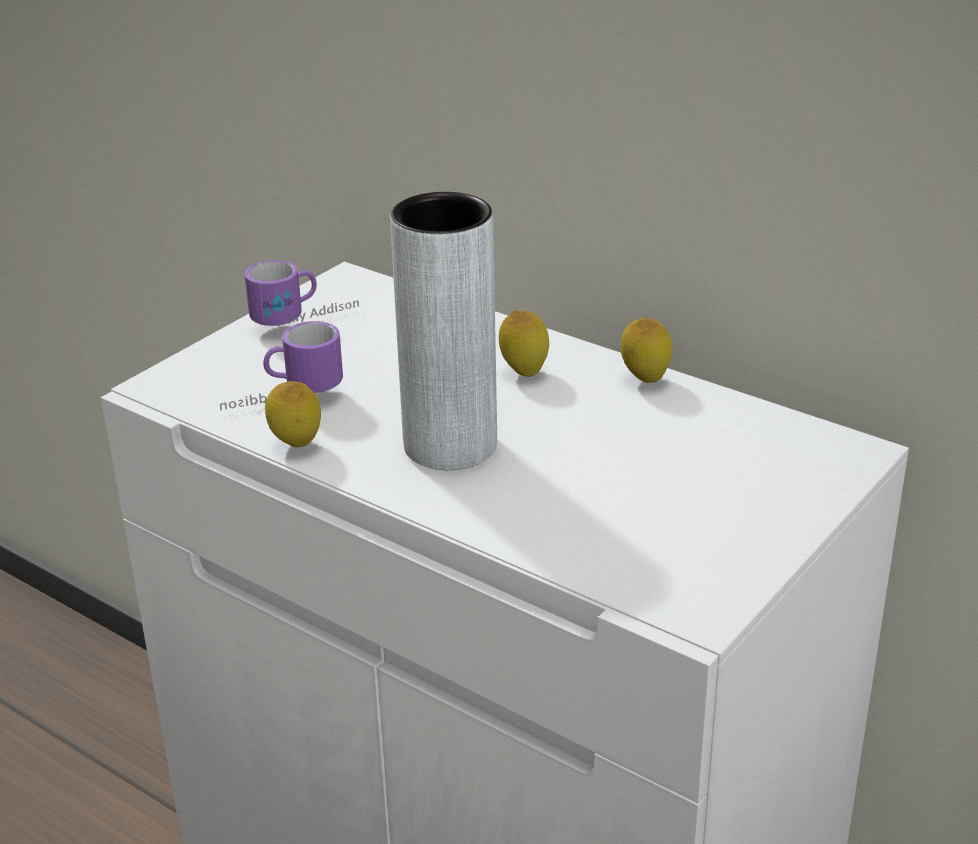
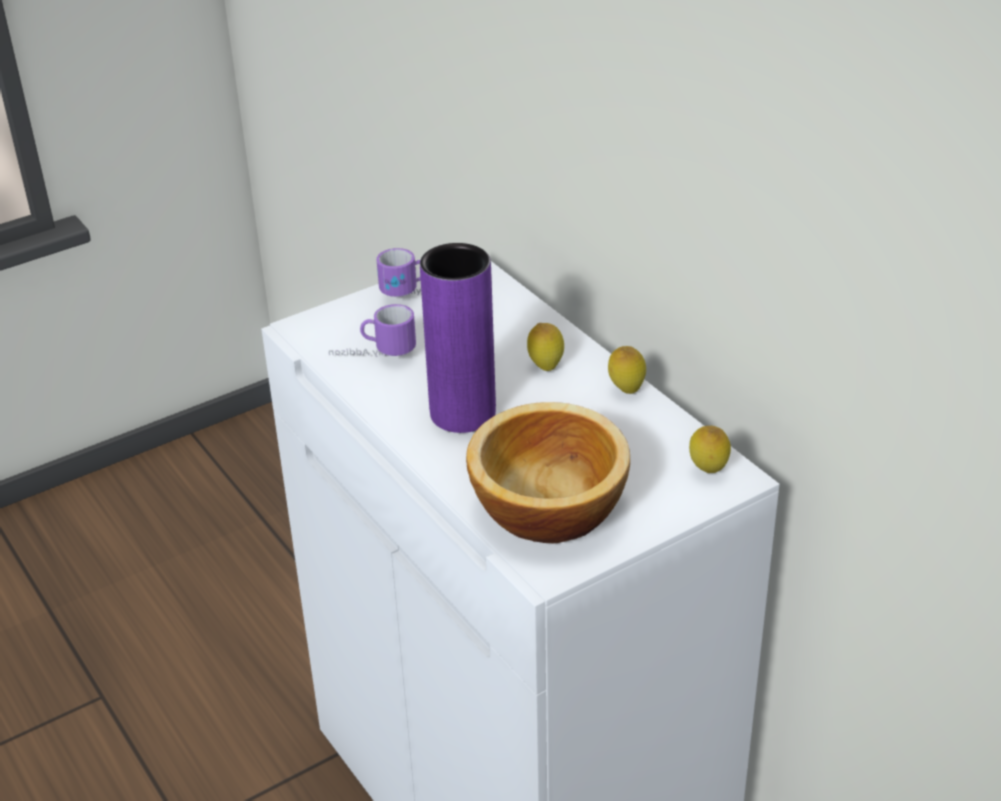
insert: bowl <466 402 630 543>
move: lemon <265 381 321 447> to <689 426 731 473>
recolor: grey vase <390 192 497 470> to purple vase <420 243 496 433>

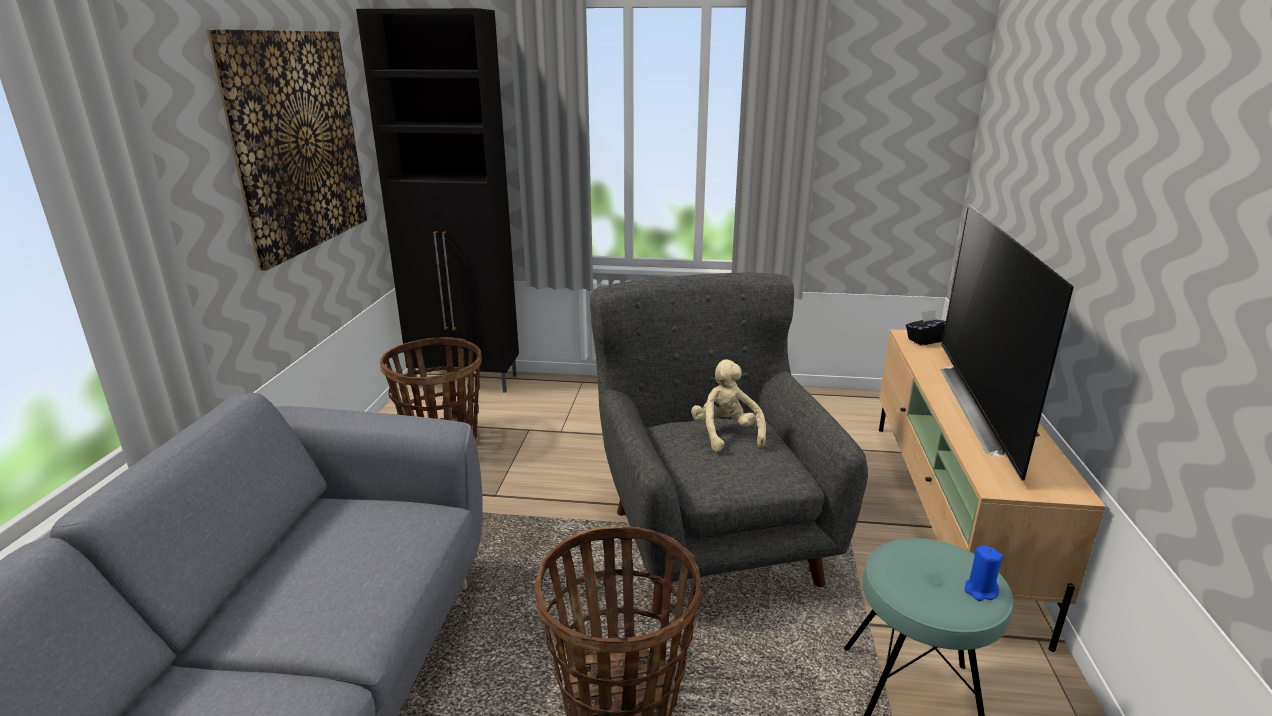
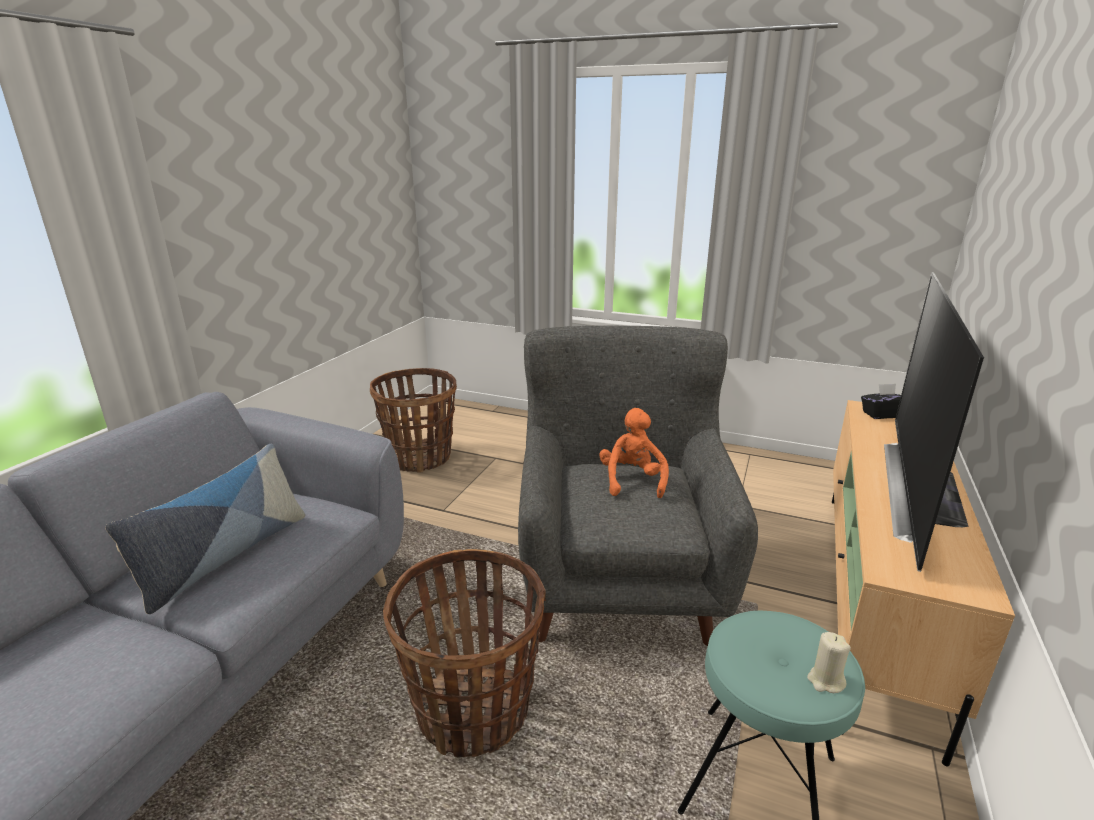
delete: picture <207 29 367 270>; black cabinet <356 8 519 393>
insert: pillow <105 444 305 614>
recolor: beige plush toy <691 360 766 452> to orange plush toy <599 408 669 498>; blue candle <965 546 1003 601> to beige candle <807 632 851 693>

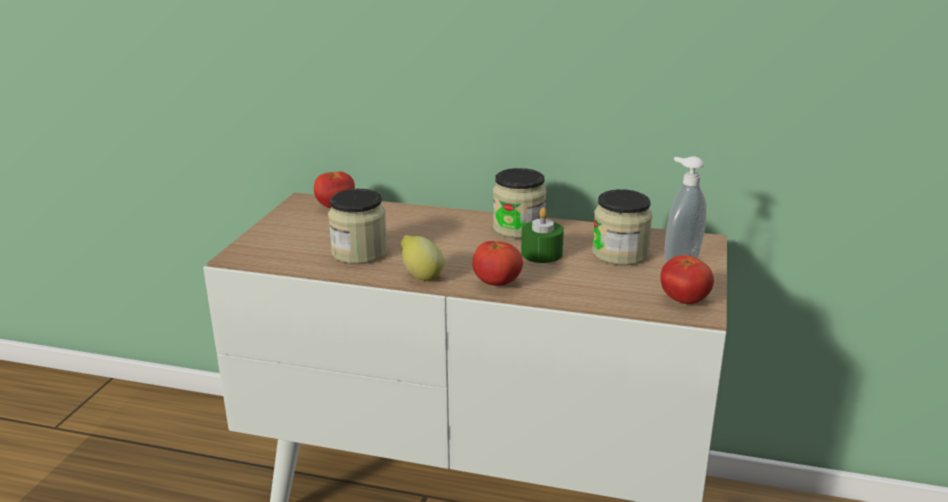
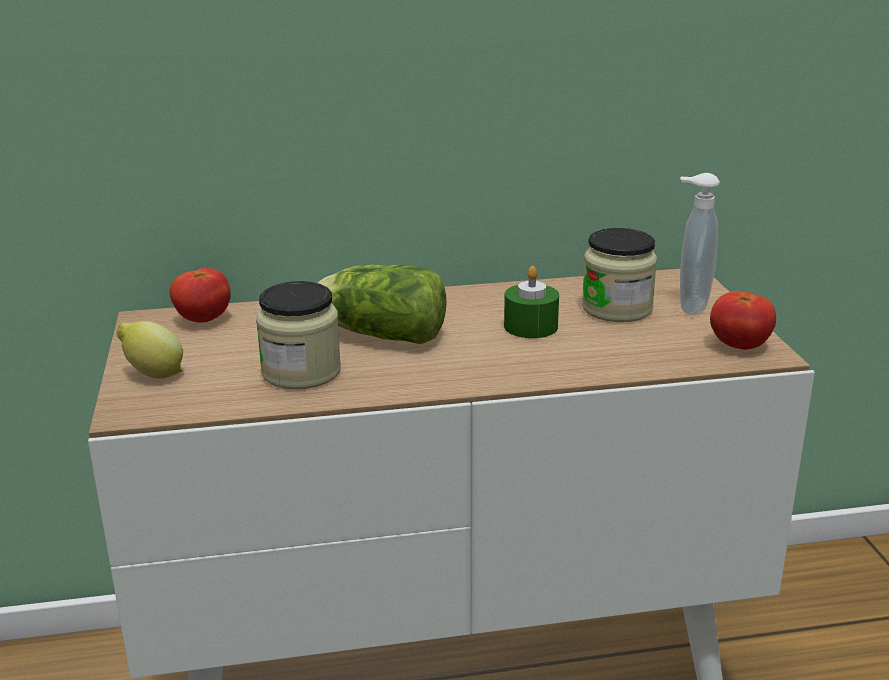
delete: tomato <472 241 523 286>; jar <493 168 546 239>
insert: lettuce <318 265 446 344>
move: lemon <401 235 444 281> to <117 321 183 379>

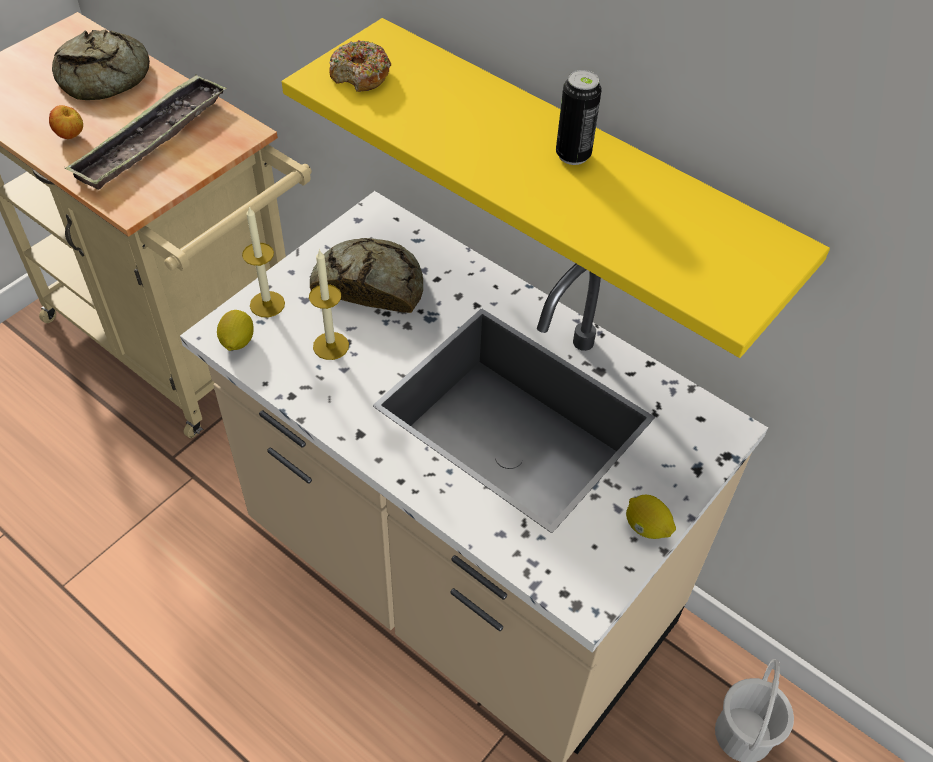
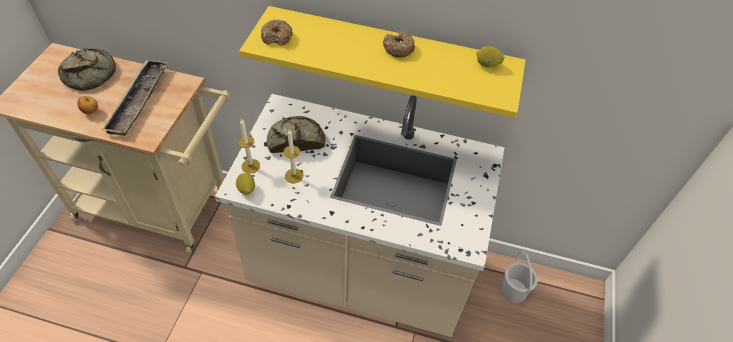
move: lemon <626 495 676 539> to <476 46 505 68>
replace: can <556 70 602 165> to donut <383 31 415 57>

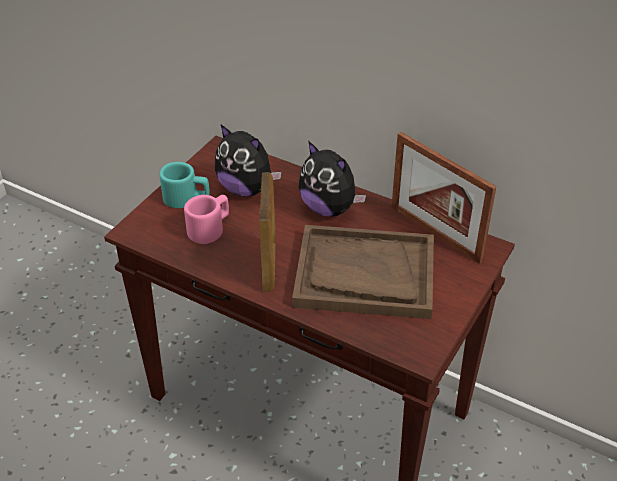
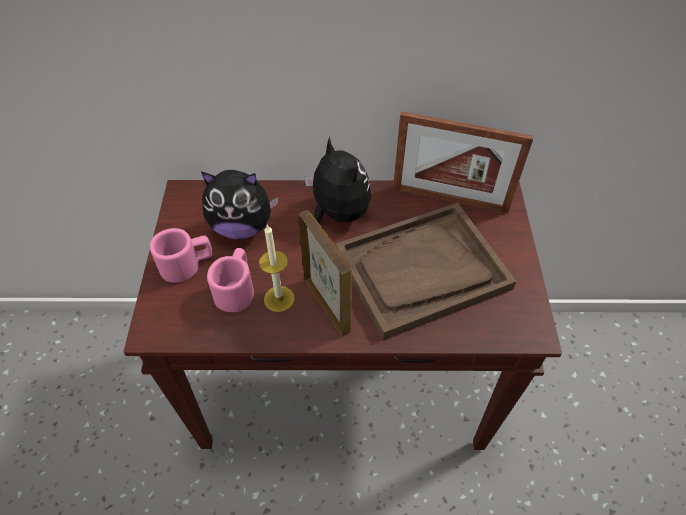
insert: candle <259 224 295 312>
recolor: turquoise mug <160 162 209 208> to pink mug <150 228 213 283>
rotate: plush toy <299 142 366 217> = <305 137 371 224> 135 degrees counterclockwise

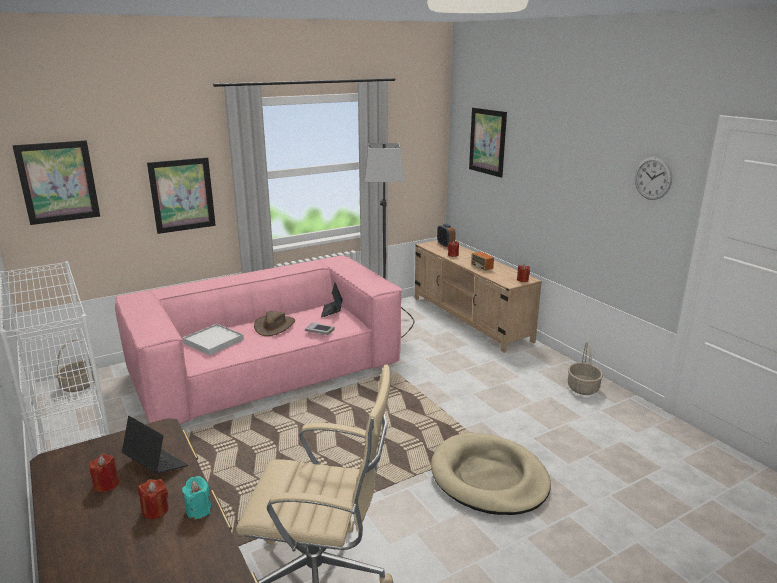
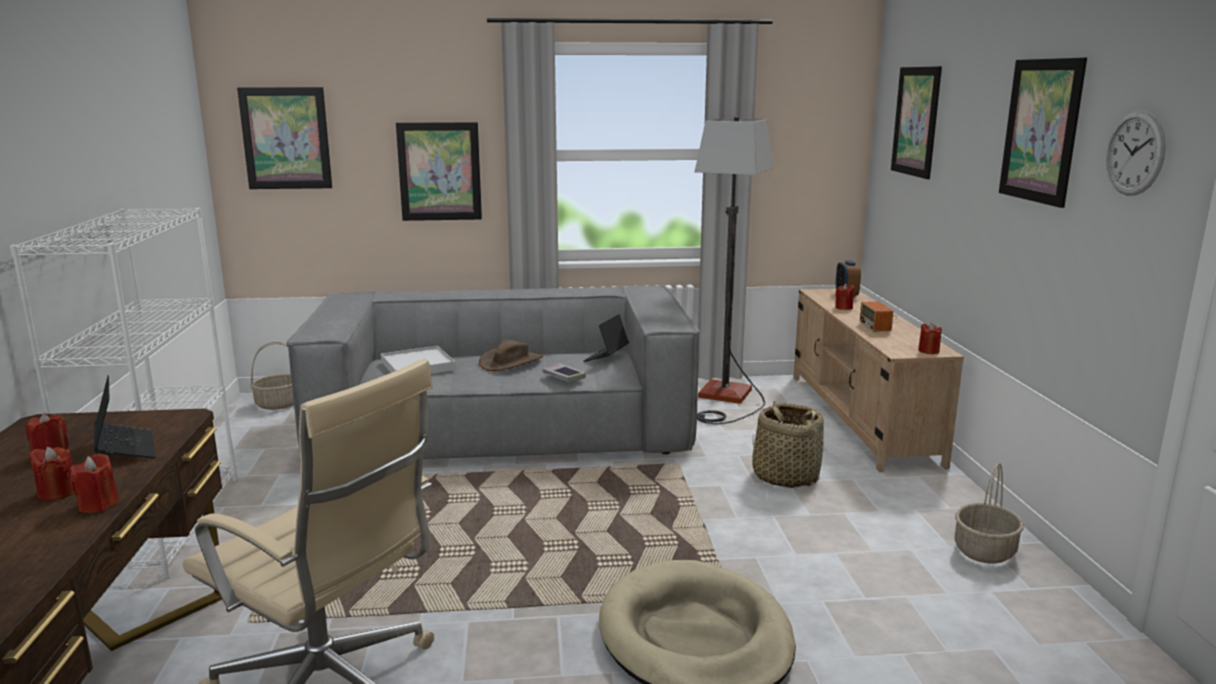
insert: basket <752 401 824 488>; picture <999 57 1087 208>
recolor: pink sofa <115 255 402 424> to grey sofa <286 285 700 459>; turquoise candle <182 476 212 519> to red candle <70 454 119 513>

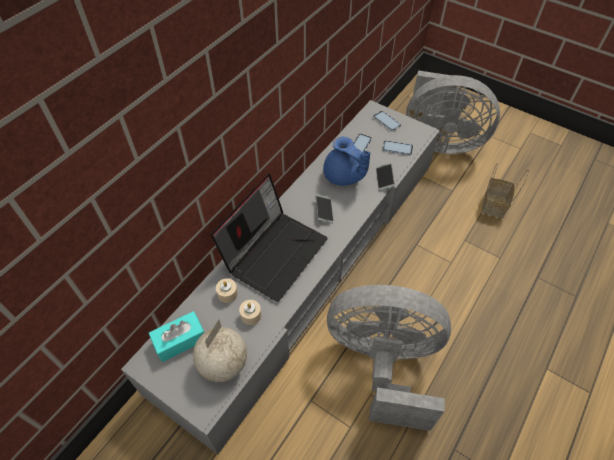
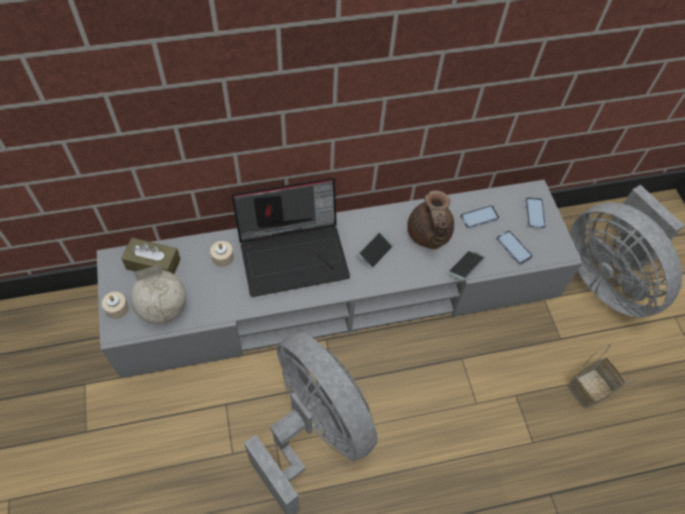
move: beige candle <239 300 261 325> to <102 292 129 319>
recolor: turquoise tissue box <149 311 204 362> to brown tissue box <121 238 181 274>; blue teapot <323 137 370 186> to brown teapot <407 190 454 249>

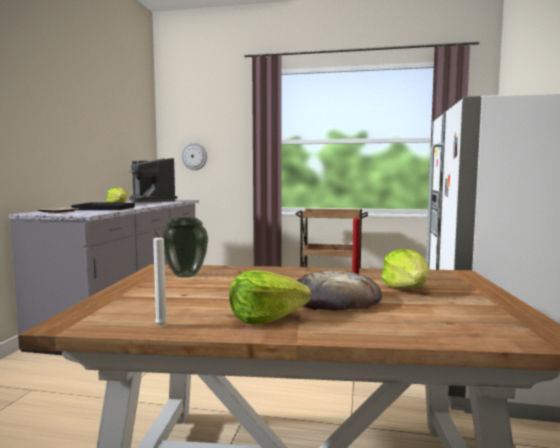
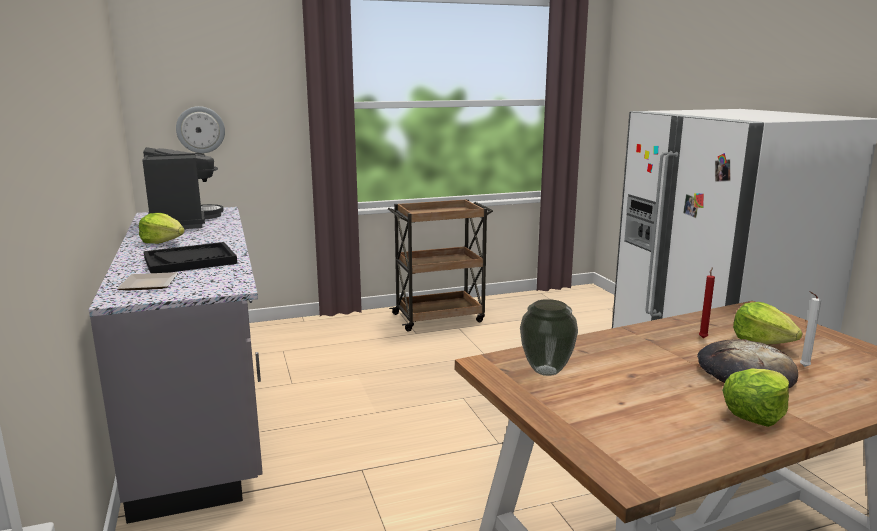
move: white candle <151 228 168 326> to <800 291 821 367>
rotate: coffee machine <129 158 177 203> = <142 147 224 229> 135 degrees counterclockwise

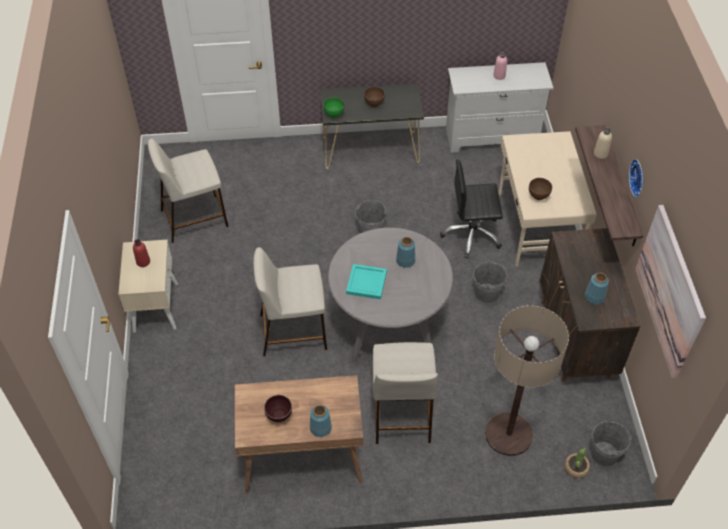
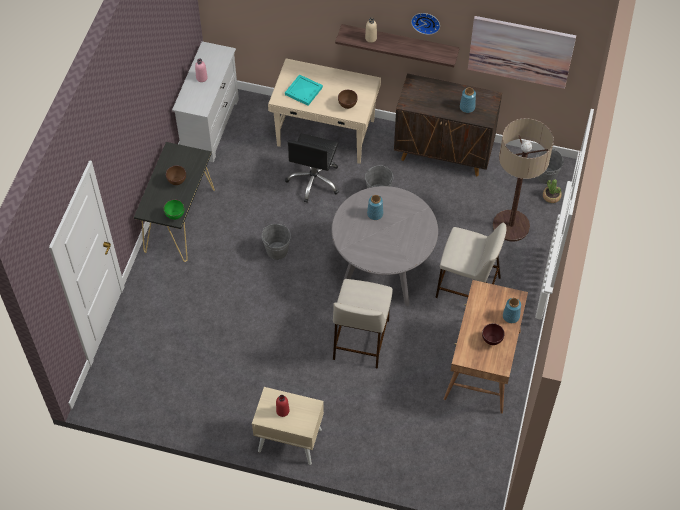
delete: beige stool <148 138 229 243>
move: turquoise tray <346 264 387 299> to <285 74 323 106>

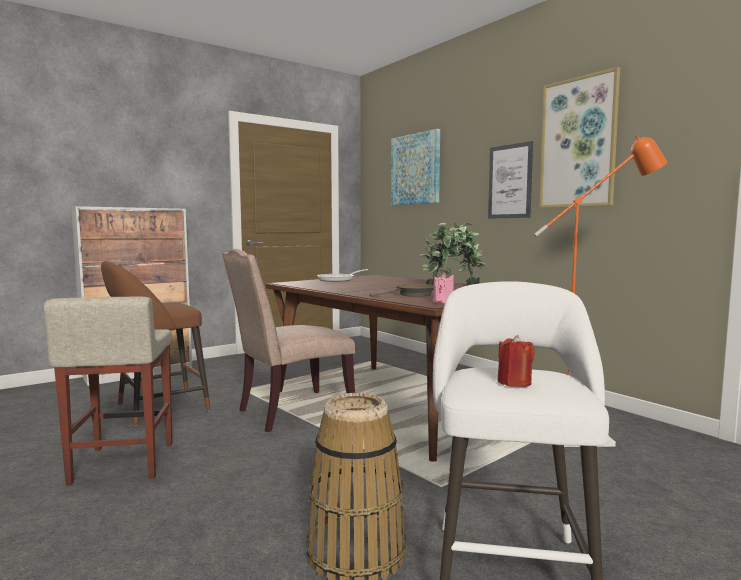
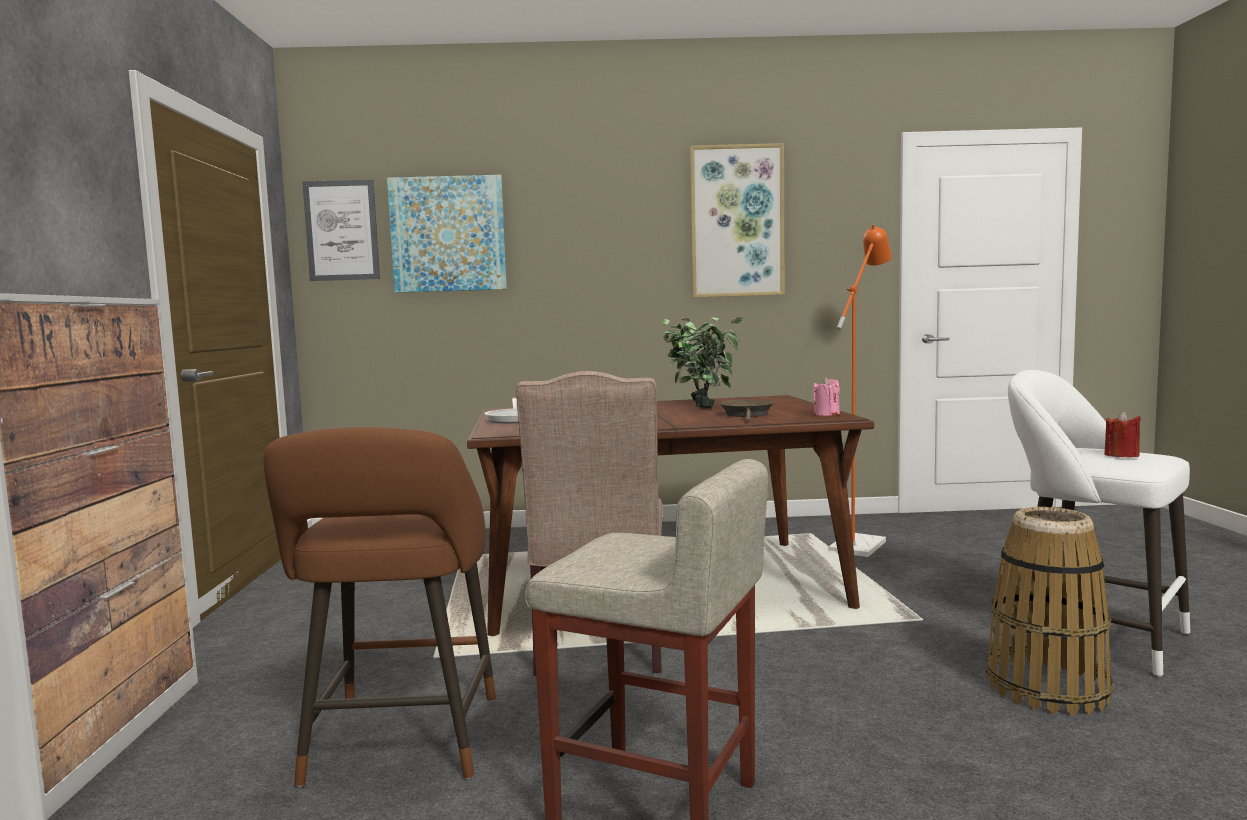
move: picture <488 141 533 219> to <302 180 380 281>

